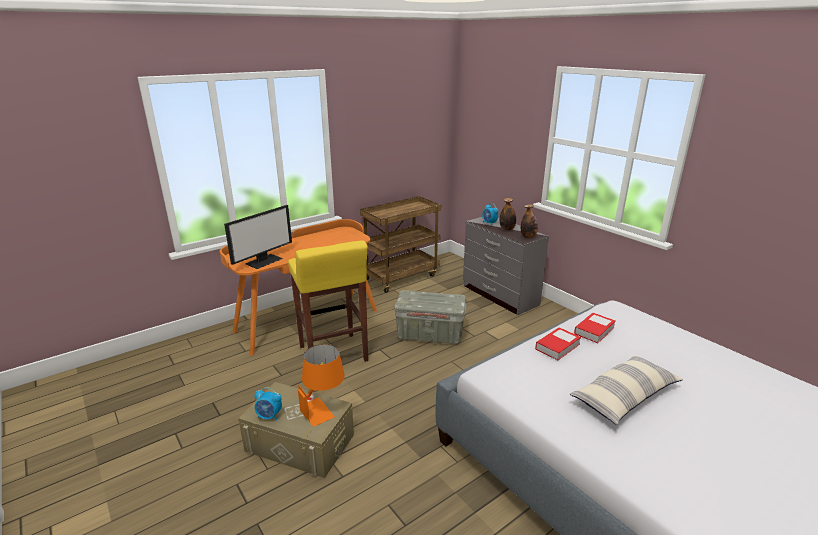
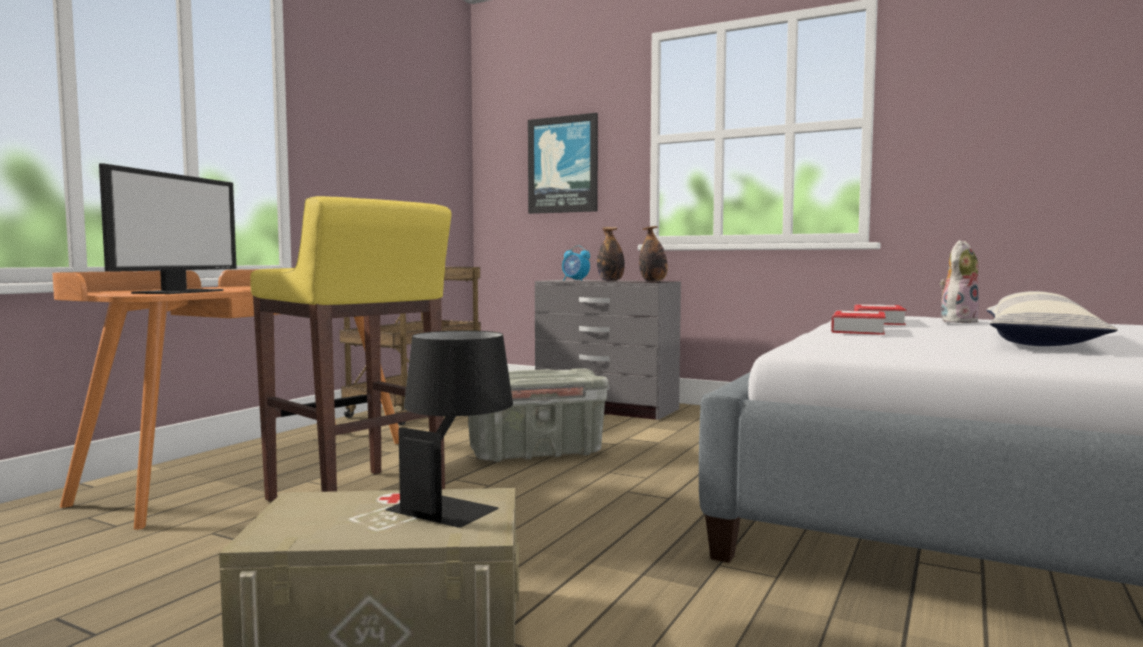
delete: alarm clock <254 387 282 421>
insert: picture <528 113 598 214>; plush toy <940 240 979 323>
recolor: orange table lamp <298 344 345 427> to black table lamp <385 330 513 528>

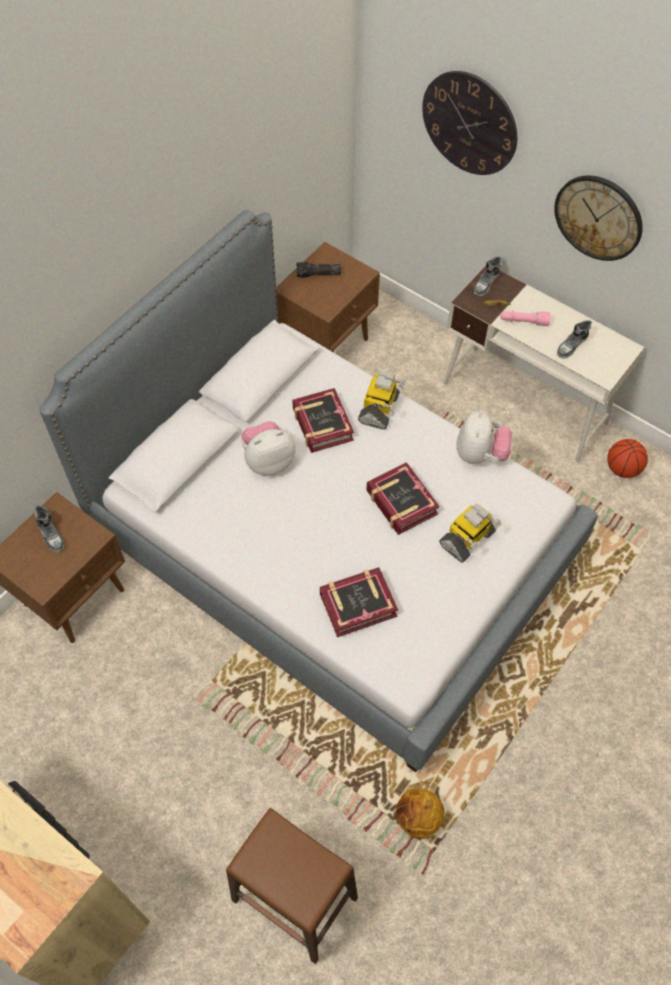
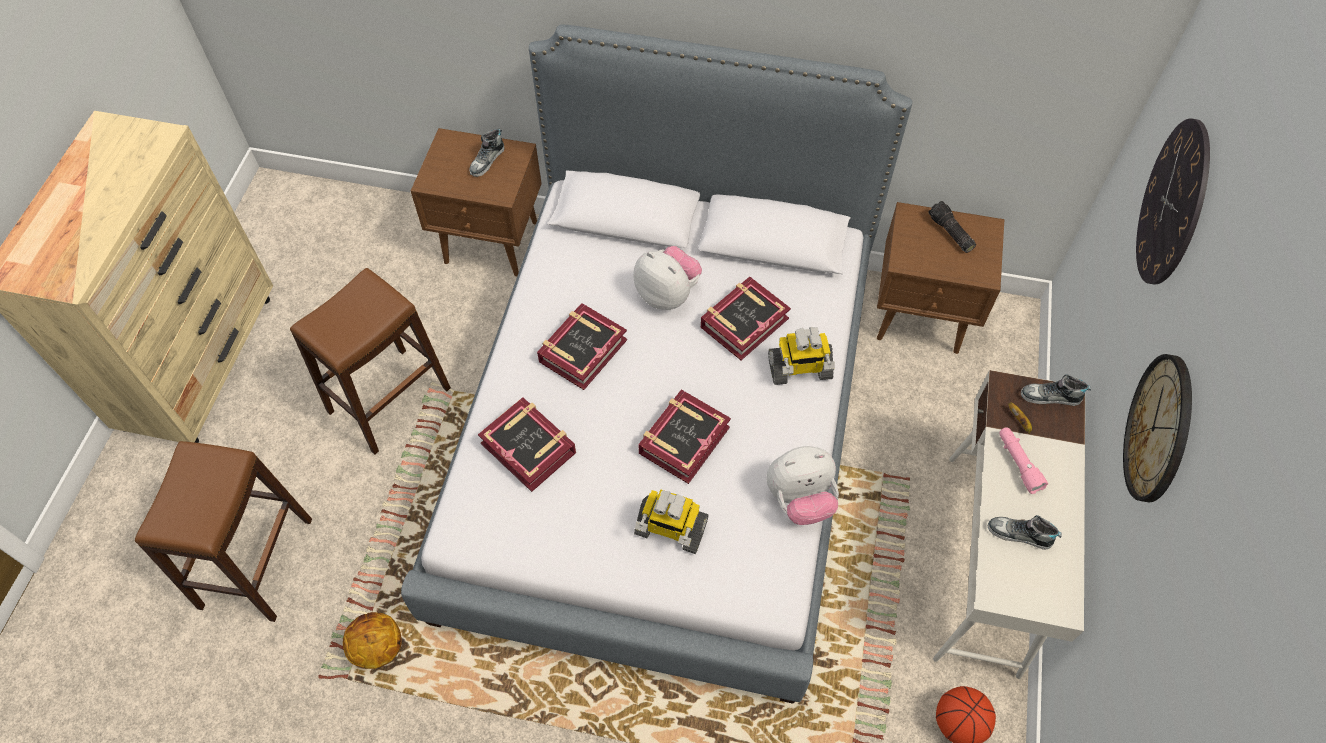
insert: brown stool <290 268 451 455>; book <537 303 627 390>

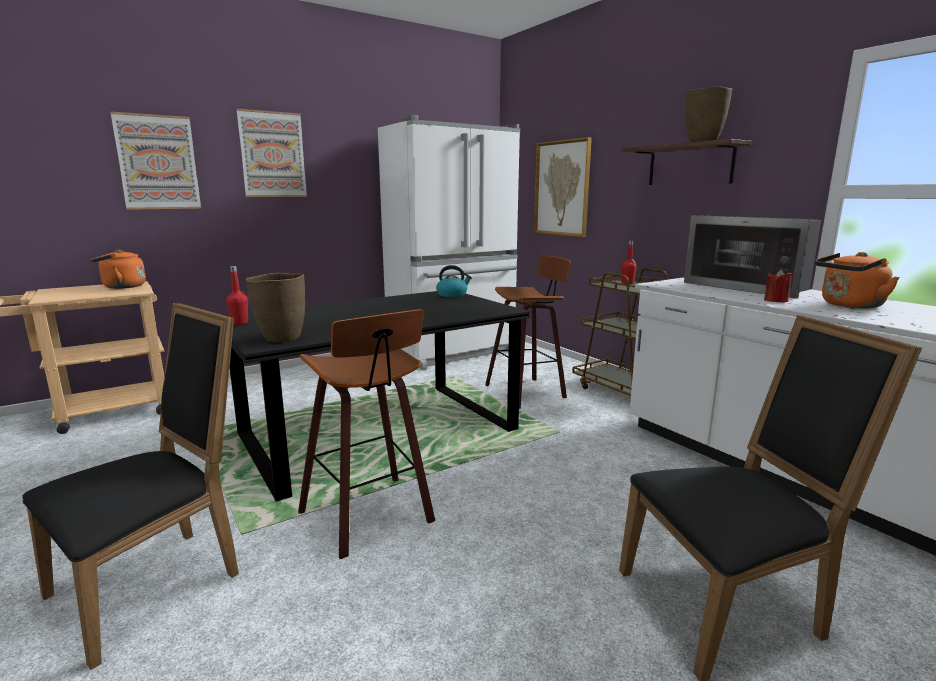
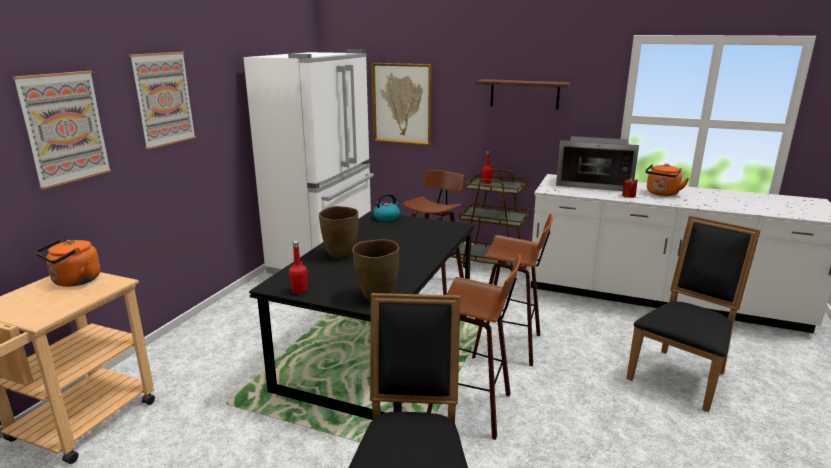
insert: stool <472 214 553 366>
move: brown vase <685 86 732 142> to <319 206 358 259>

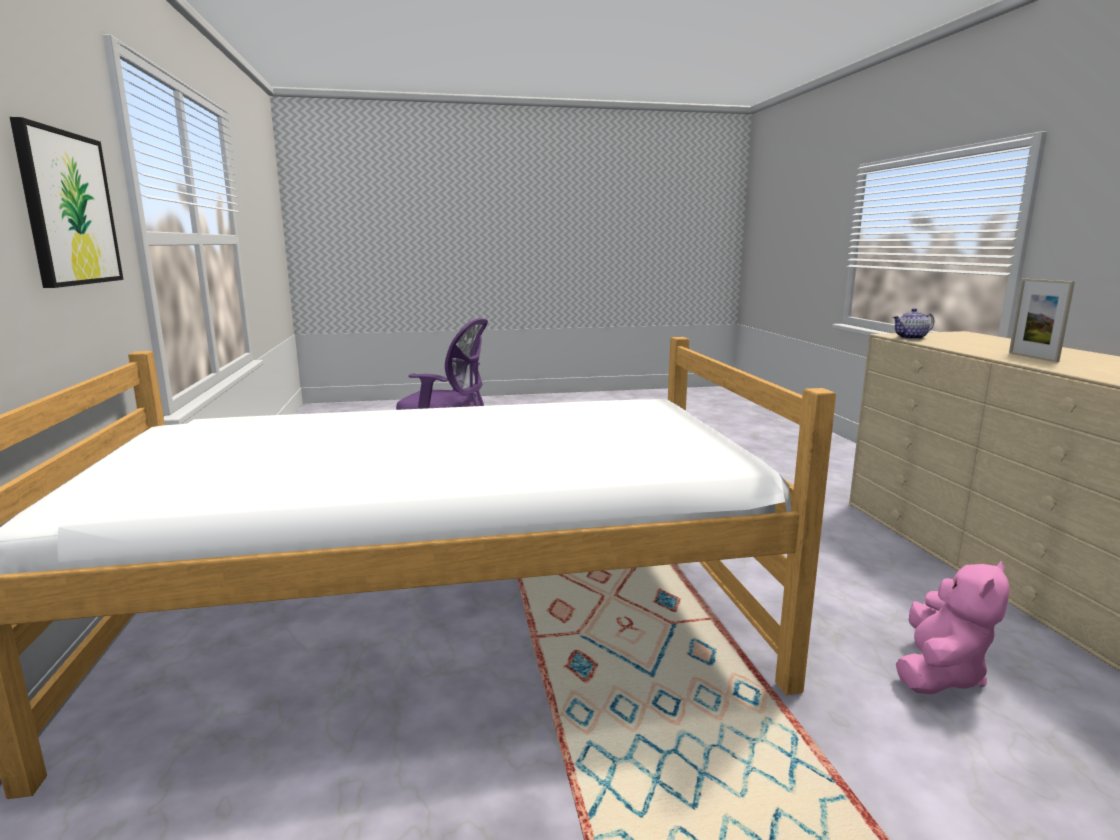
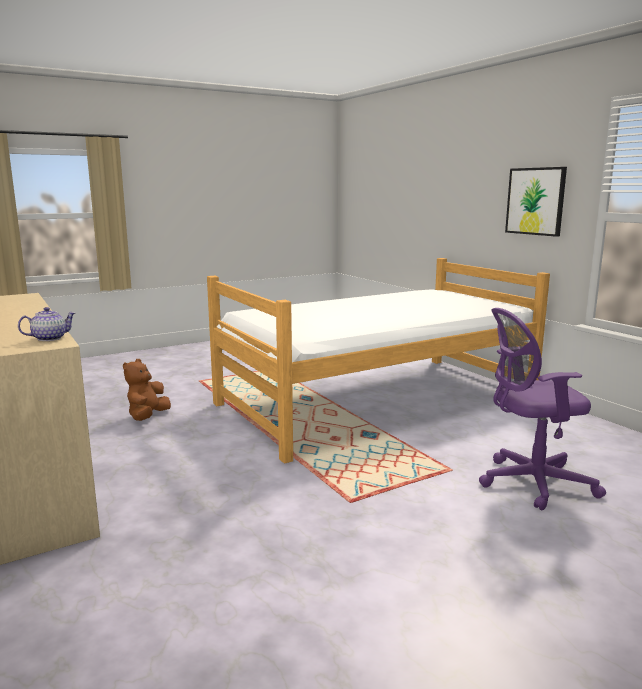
delete: picture frame <1009 279 1075 362>
recolor: pink plush toy <896 561 1010 694> to brown plush toy <123 359 171 421>

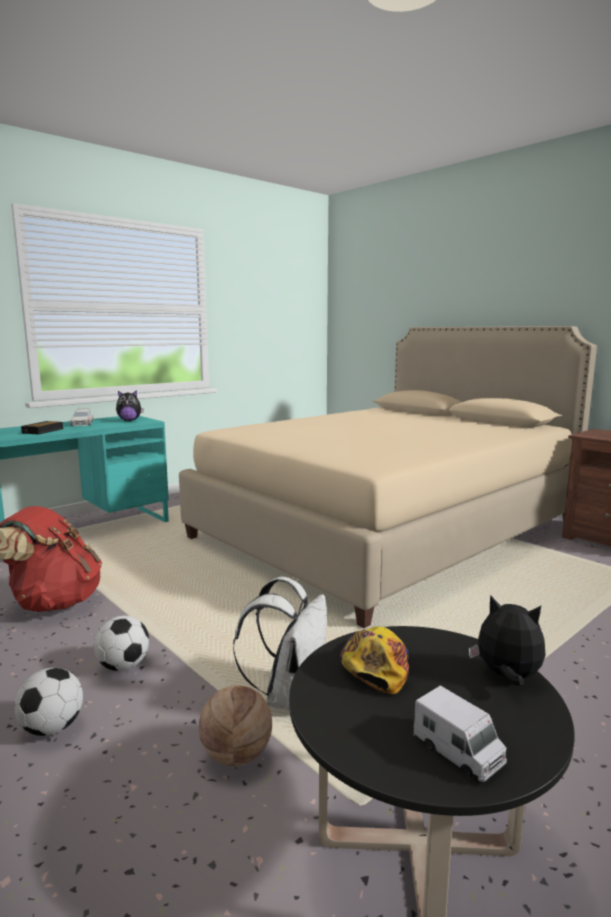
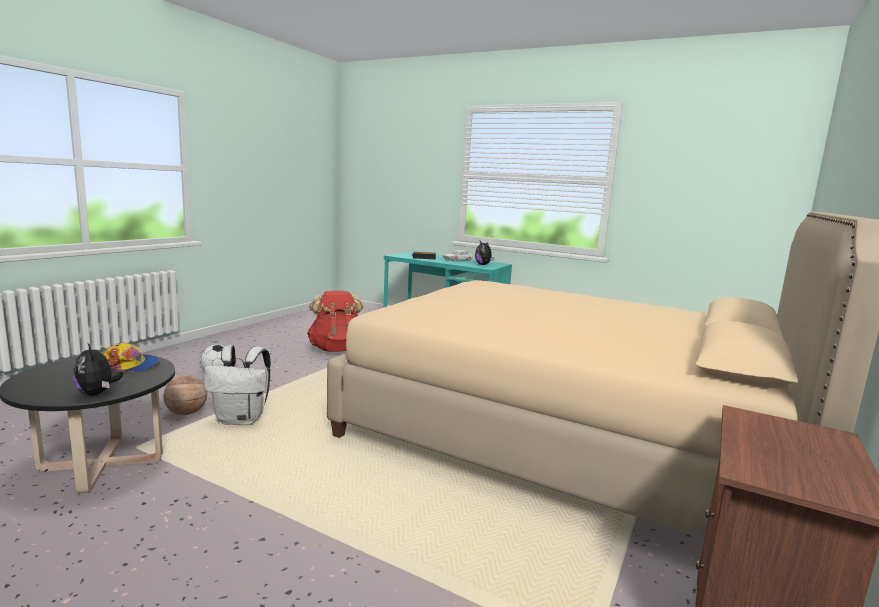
delete: football <94 616 149 671>; toy truck <413 685 507 782>
rotate: plush toy <469 595 546 686> = <73 344 123 395> 135 degrees clockwise

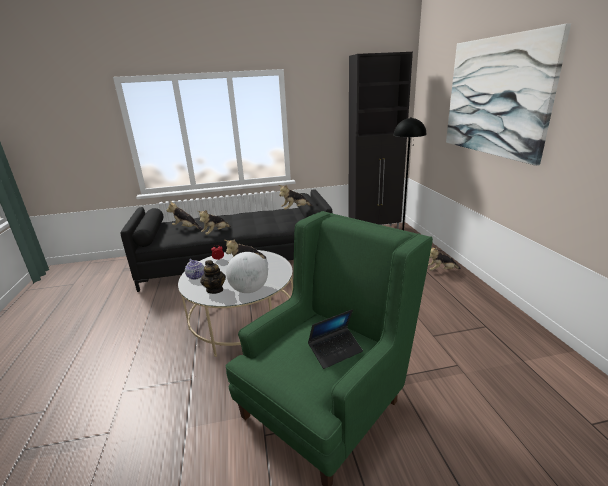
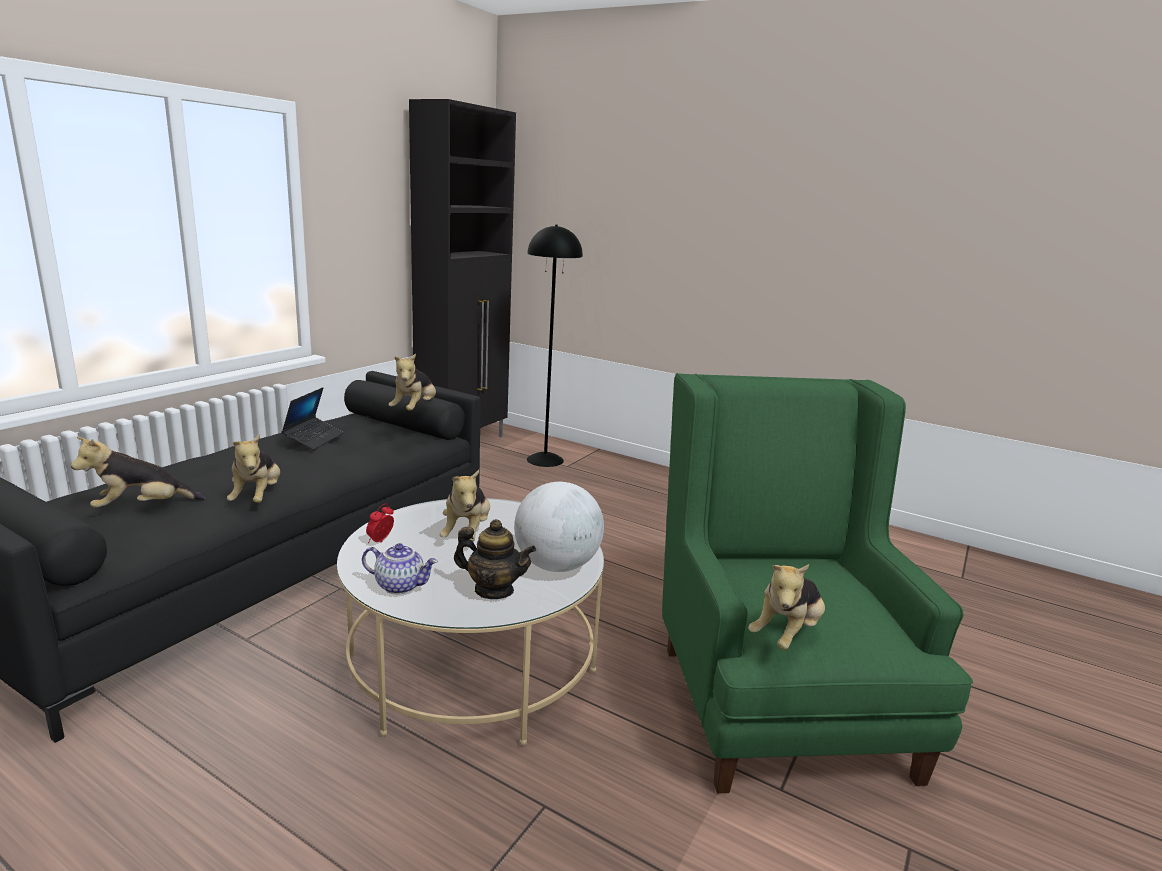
delete: picture <446 23 571 166>
move: laptop <308 309 363 369> to <281 387 344 450>; plush toy <428 247 461 270> to <748 564 825 650>

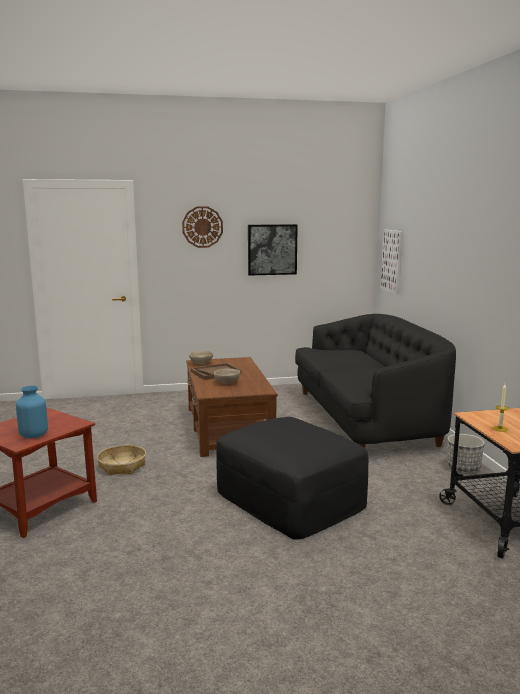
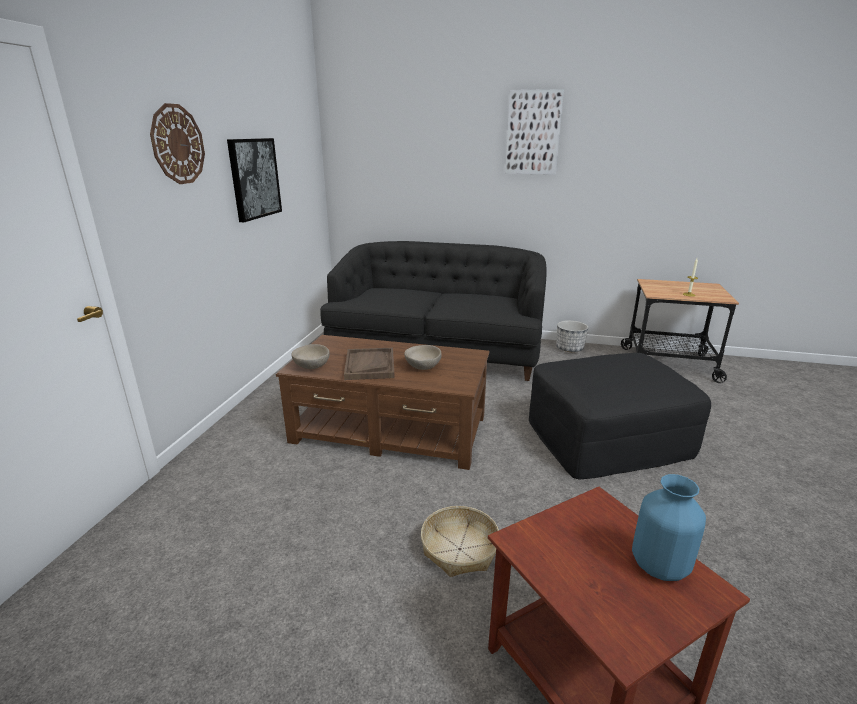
move: picture <381 229 403 294> to <505 89 564 175>

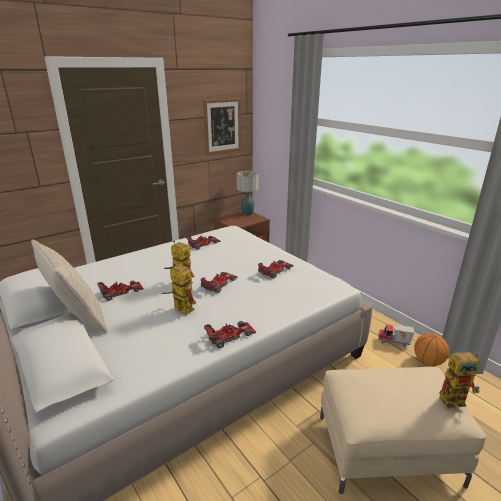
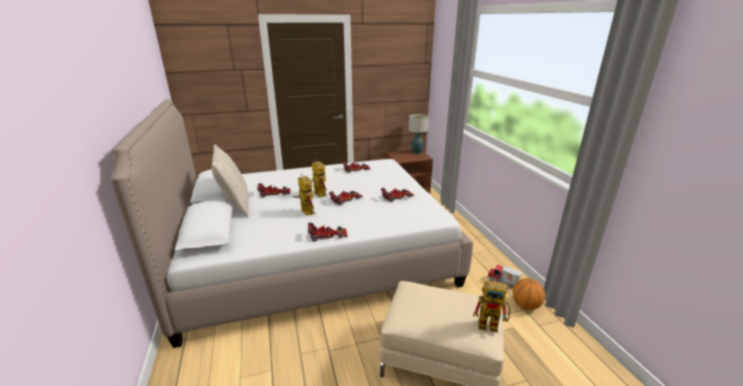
delete: picture <203 98 241 155>

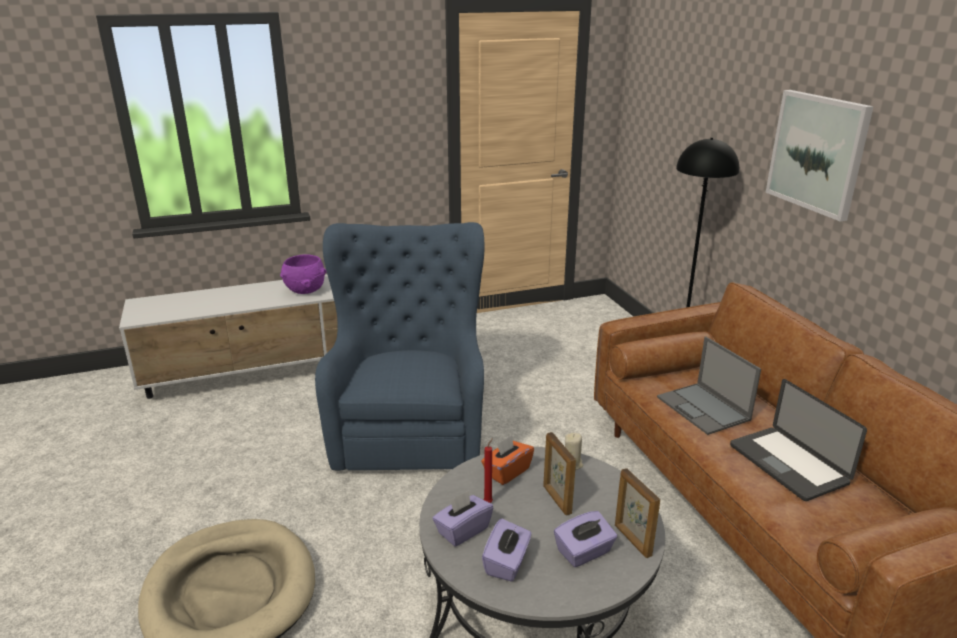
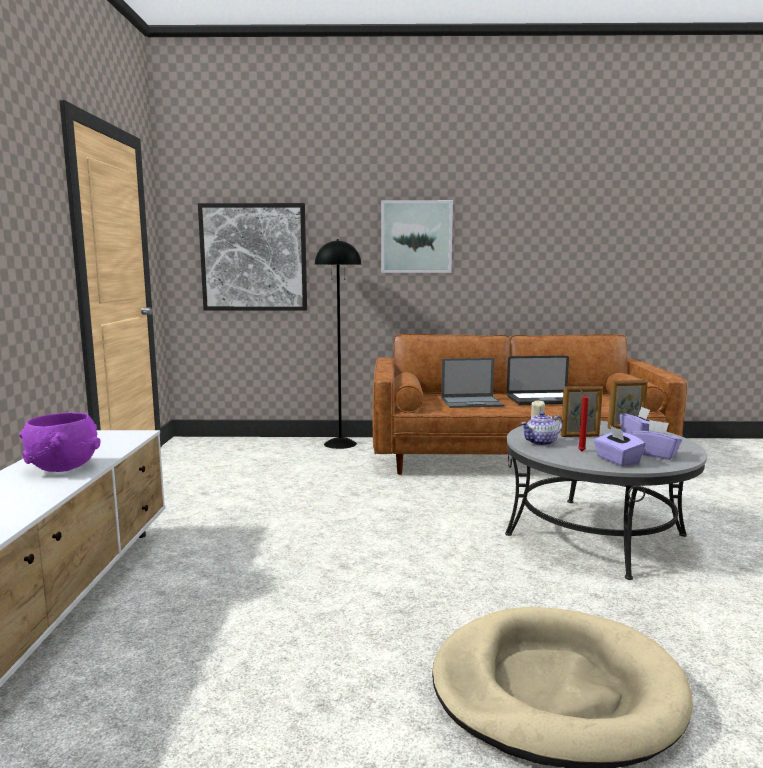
delete: blue armchair <315 222 484 471>
insert: picture <198 203 307 310>
replace: orange tissue box <481 435 534 485> to teapot <521 412 563 446>

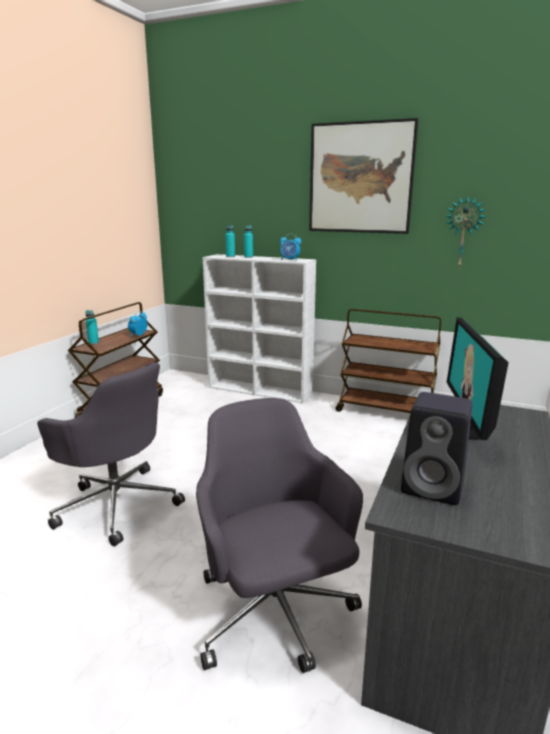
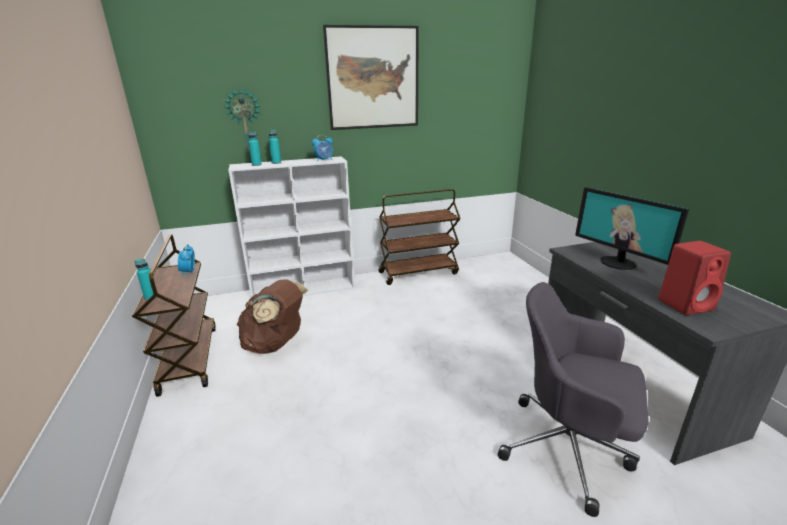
delete: grey office chair <37 362 185 546>
insert: brown backpack <237 279 308 354>
move: wall clock <446 196 486 268> to <224 88 260 153>
recolor: black speaker <401 392 472 505> to red speaker <658 241 731 315>

